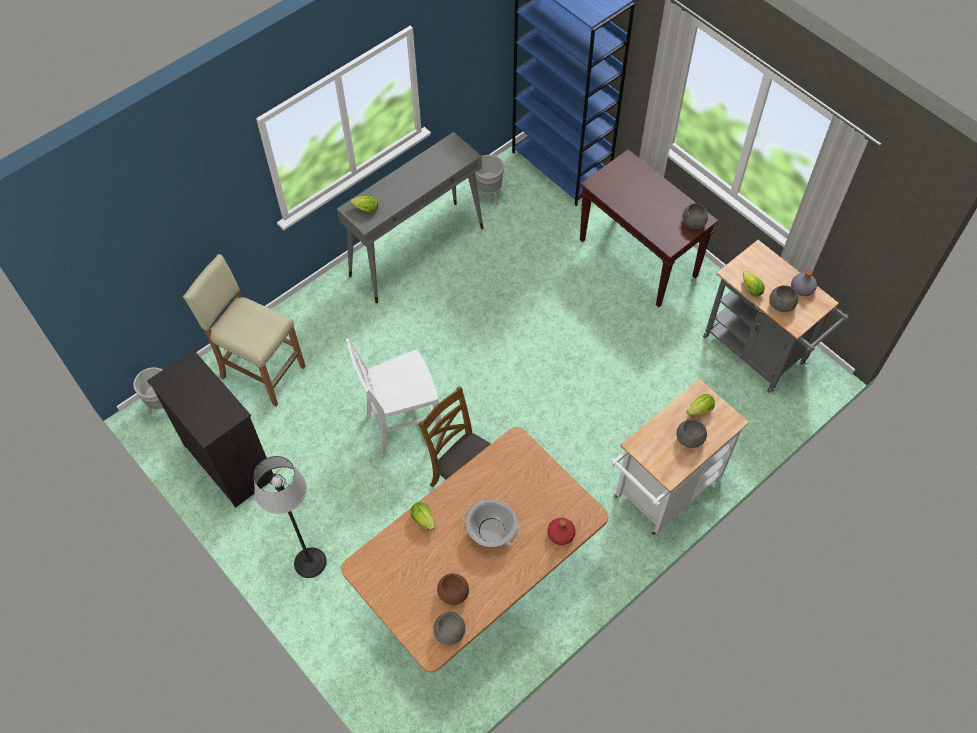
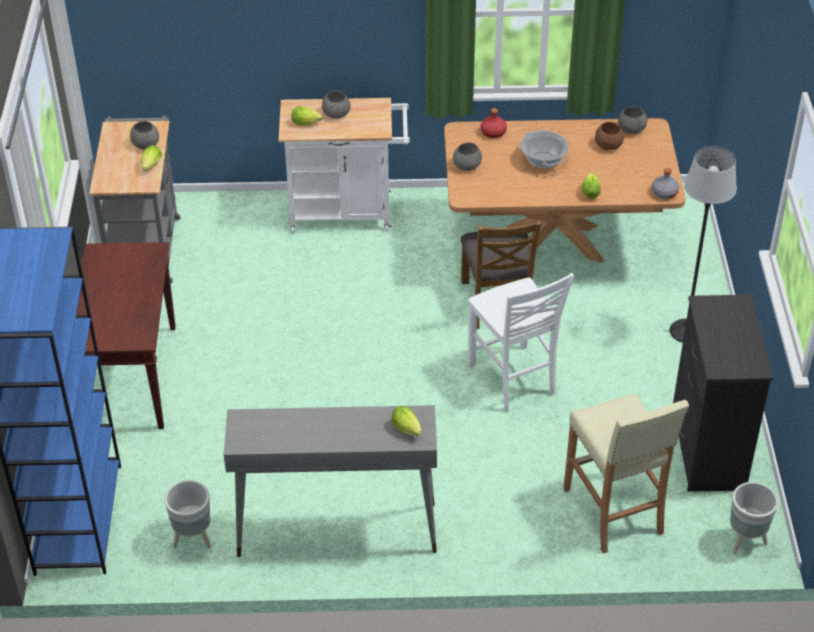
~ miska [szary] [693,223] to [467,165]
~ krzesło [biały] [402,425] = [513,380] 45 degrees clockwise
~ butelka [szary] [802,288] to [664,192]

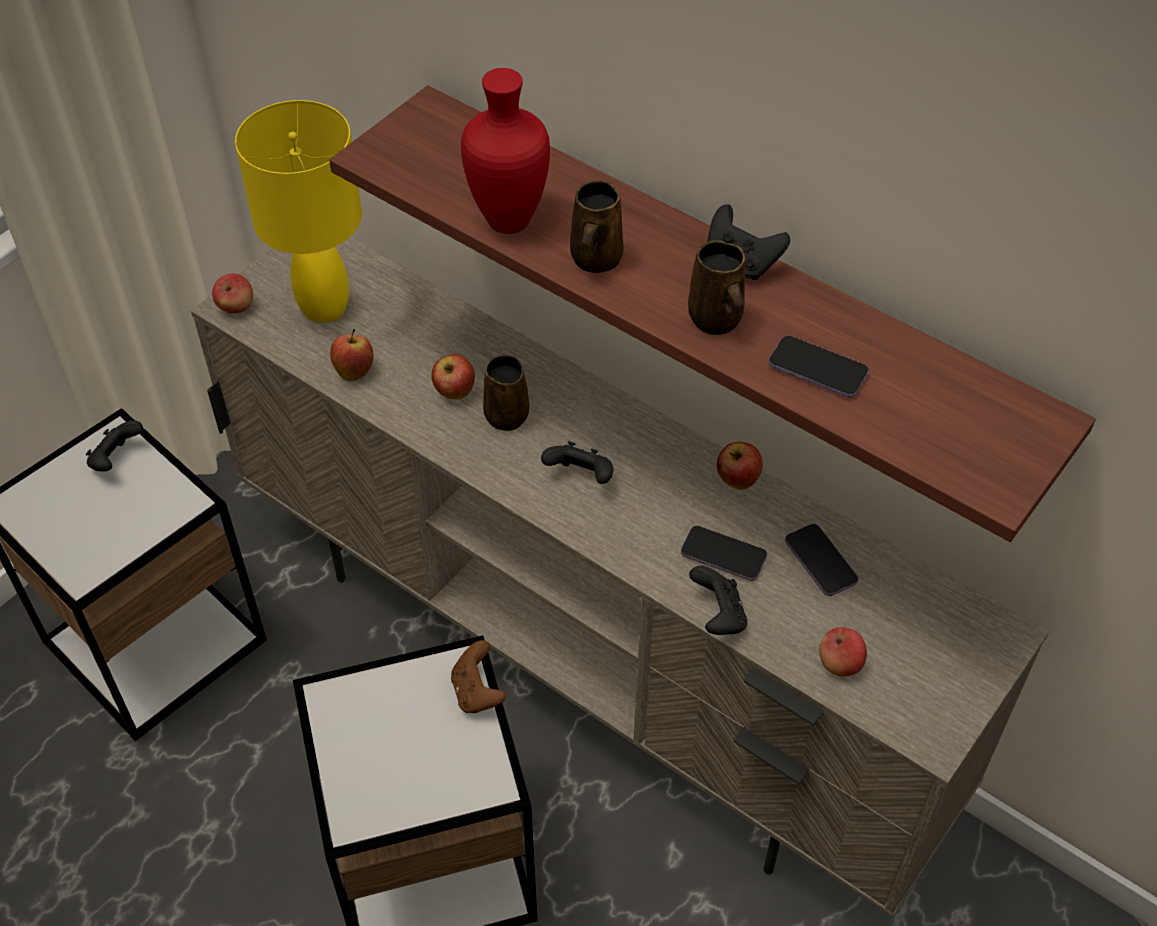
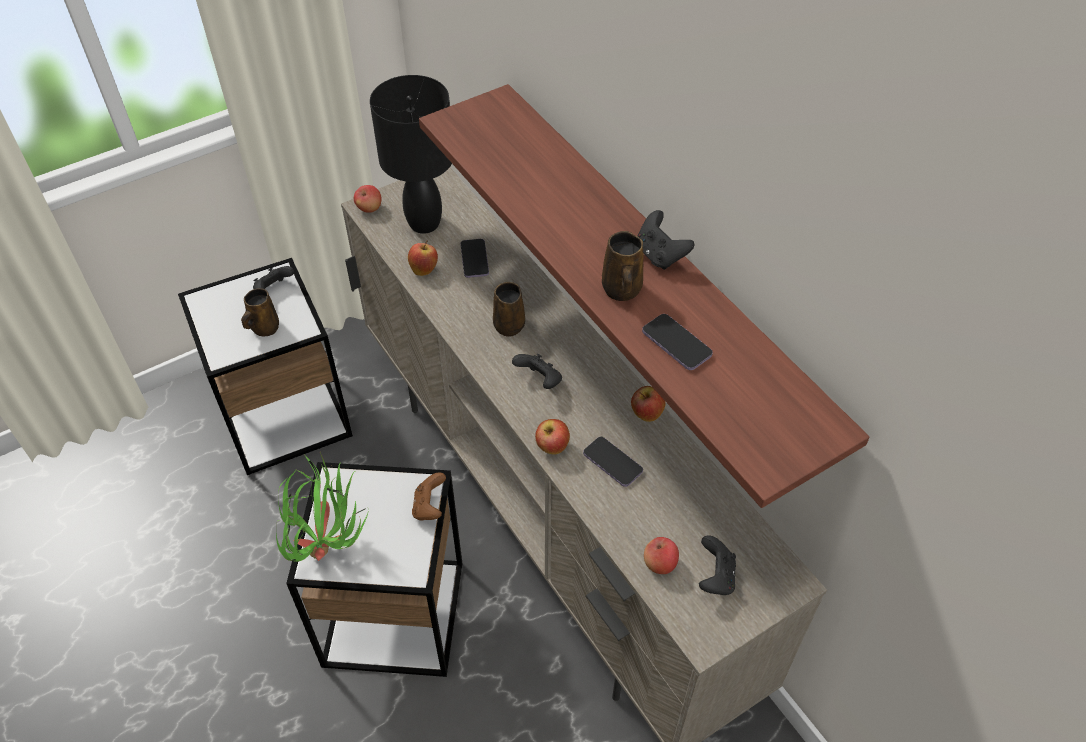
~ kubek [brązowy] [595,260] to [264,328]
+ roślina doniczkowa [331,544]
~ lampa stołowa [żółty] [322,308] to lampa stołowa [czarny] [423,223]
~ telefon [820,561] to [474,259]
~ jabłko [454,393] to [552,447]
~ pad do gier [czarny] [718,616] to [715,577]
- wazon [czerwony] [509,219]

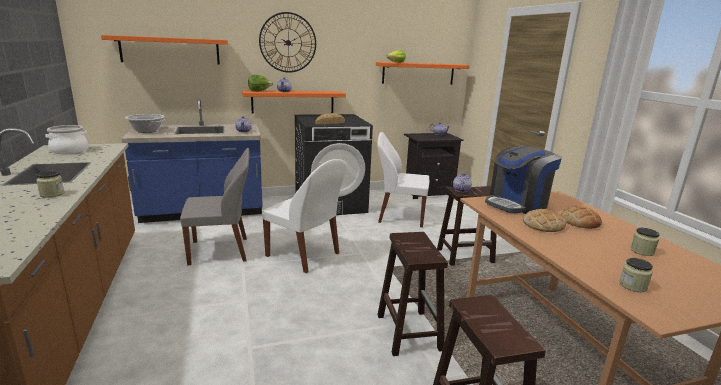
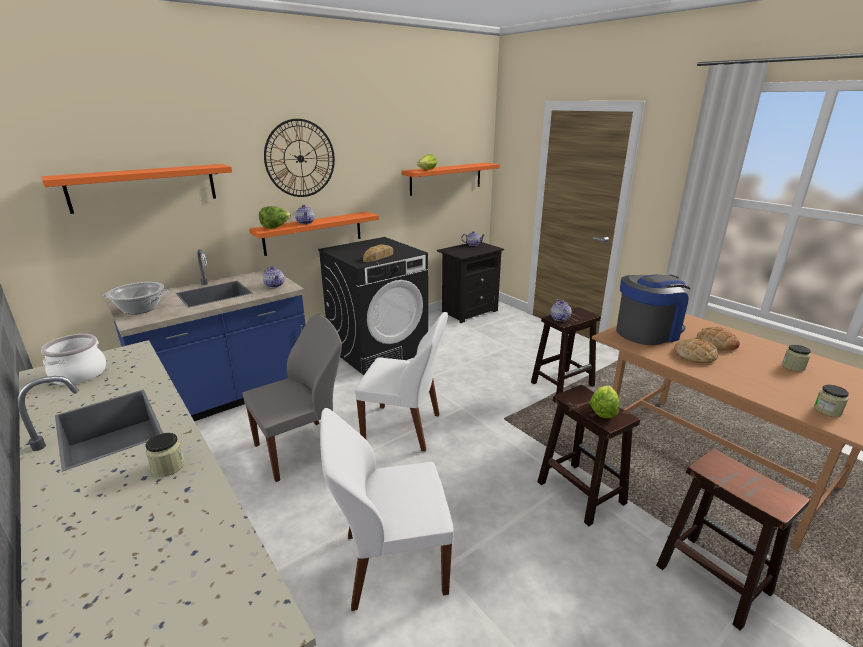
~ krzesło [biały] [400,217] to [391,563]
+ sałata [603,410]
~ ekspres do kawy [517,204] = [647,332] 150 degrees counterclockwise

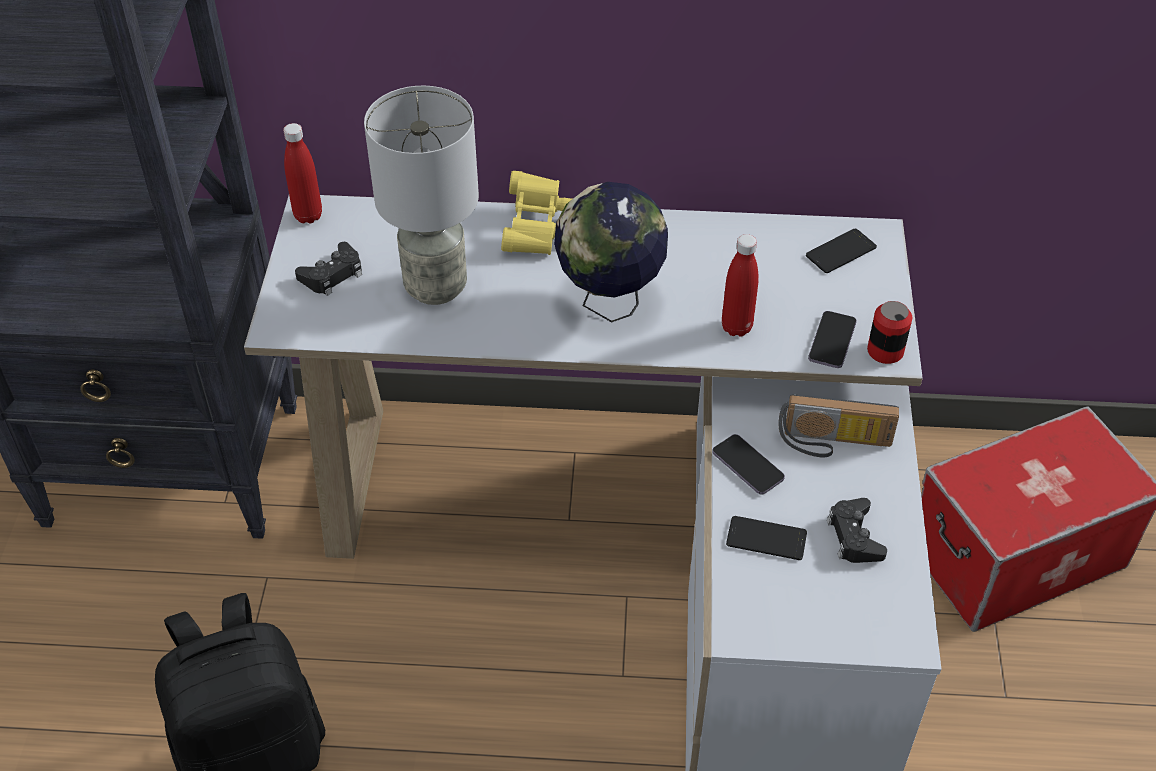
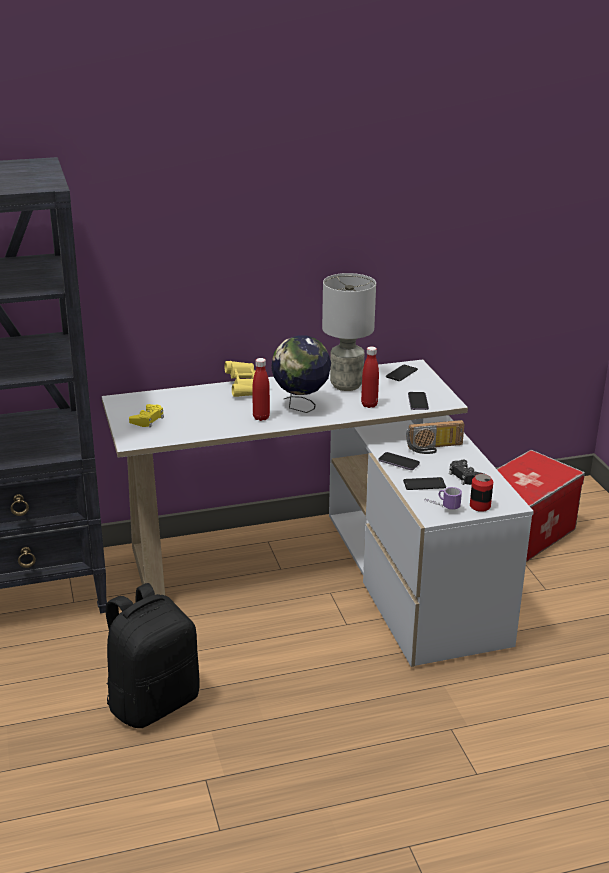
~ pad do gier [czarny] [332,275] to pad do gier [żółty] [147,419]
~ butelka [czerwony] [308,216] to [261,417]
~ lampa stołowa [szary] [434,286] to [345,385]
+ kubek [441,506]
~ puszka [885,351] to [480,506]

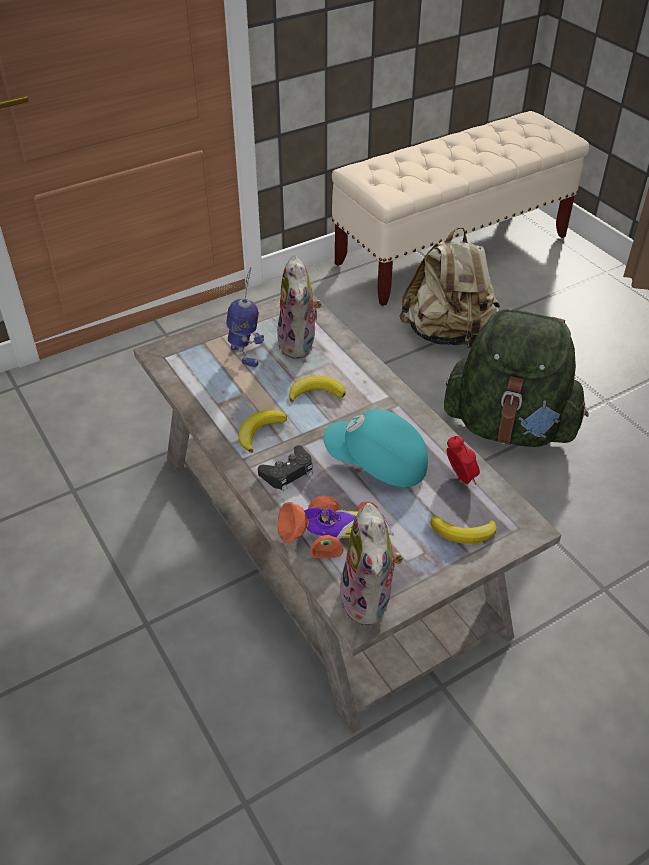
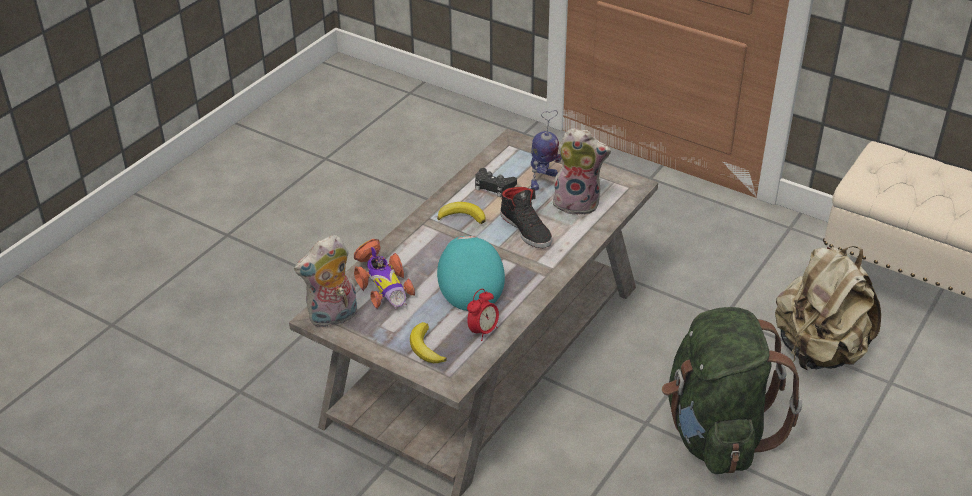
~ pad do gier [czarny] [288,473] to [493,186]
~ banan [316,392] to but [czarny] [526,229]
~ pluszak [300,345] = [578,203] 135 degrees counterclockwise

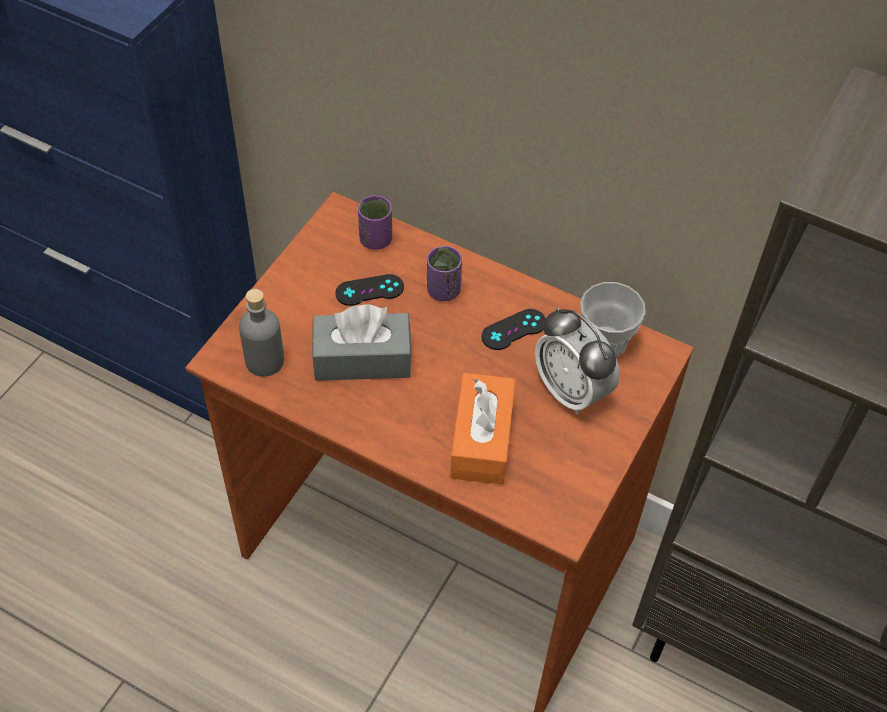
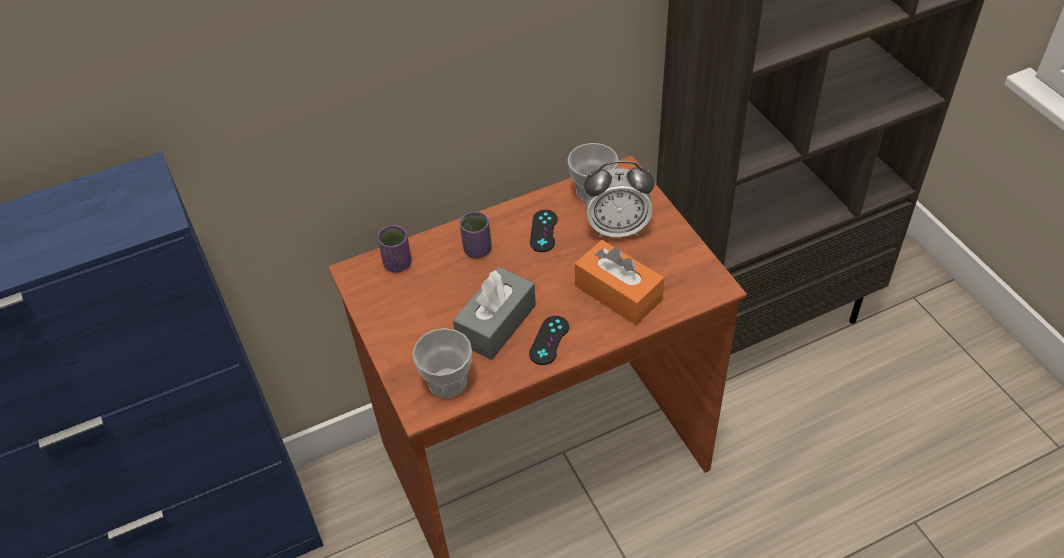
~ butelka [szary] [264,361] to filiżanka [447,382]
~ pad do gier [czarny] [369,290] to [549,340]

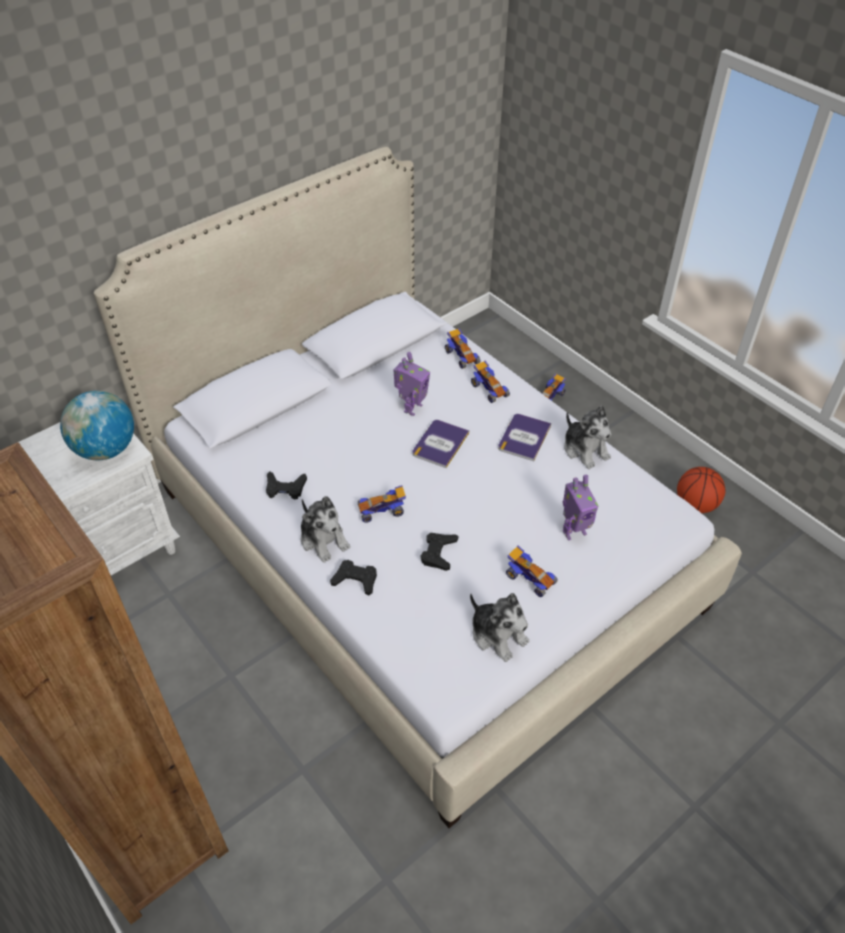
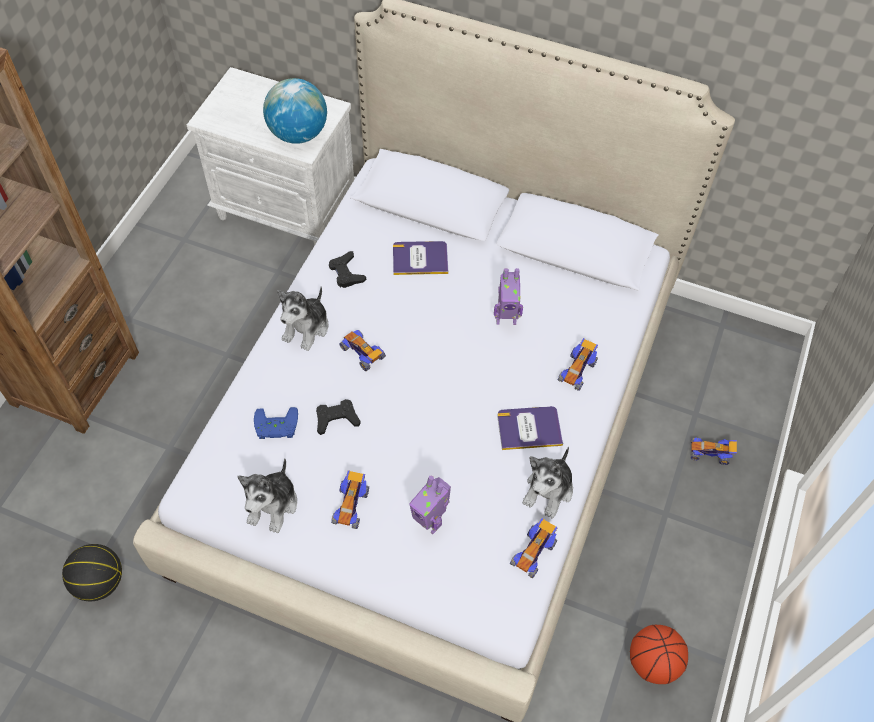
+ piłka do koszykówki [99,582]
+ pad do gier [niebieski] [276,427]
~ książka [440,444] to [420,259]
~ samochodzik [461,356] to [533,552]
- pad do gier [czarny] [355,580]

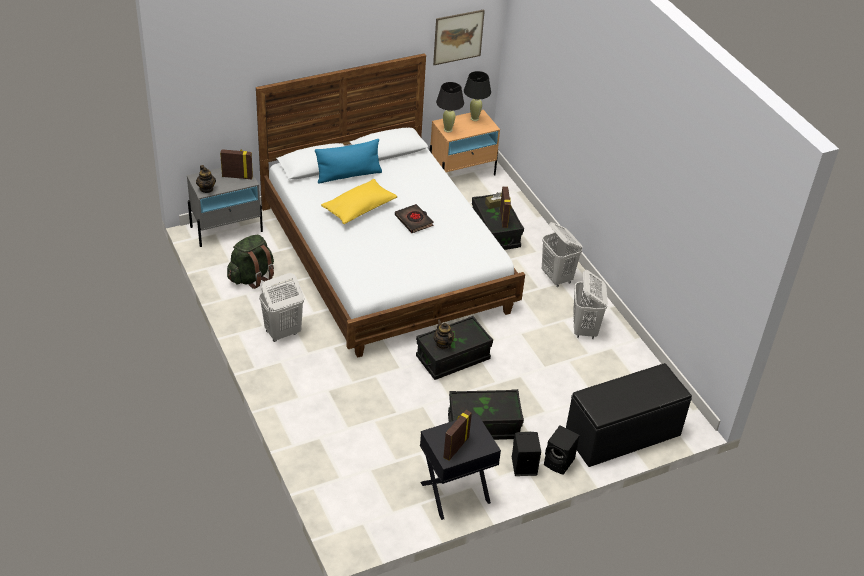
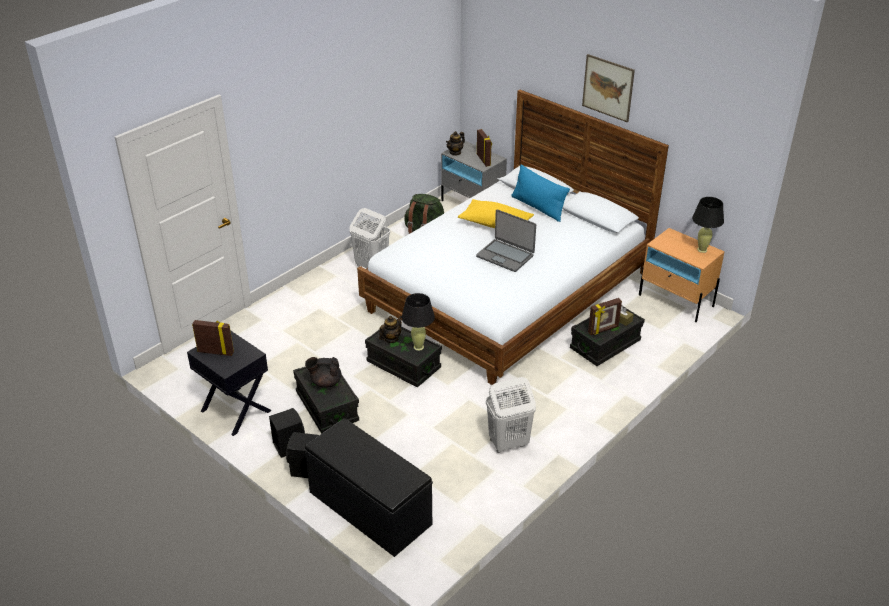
+ imbryk [czarny] [325,382]
~ lampa stołowa [czarny] [448,129] to [418,347]
~ książka [czarny] [414,221] to laptop [505,256]
~ obraz [458,37] to [608,88]
- kosz na pranie [biały] [557,278]

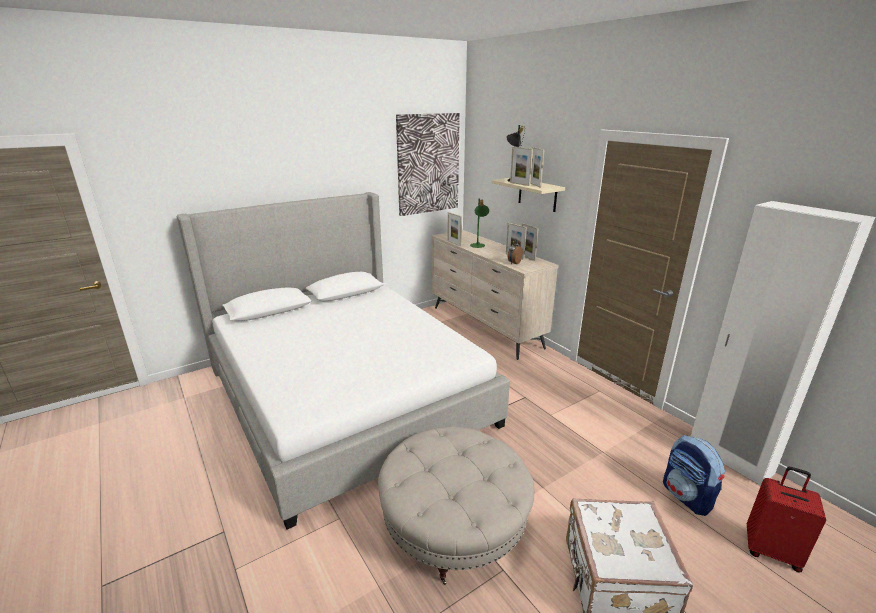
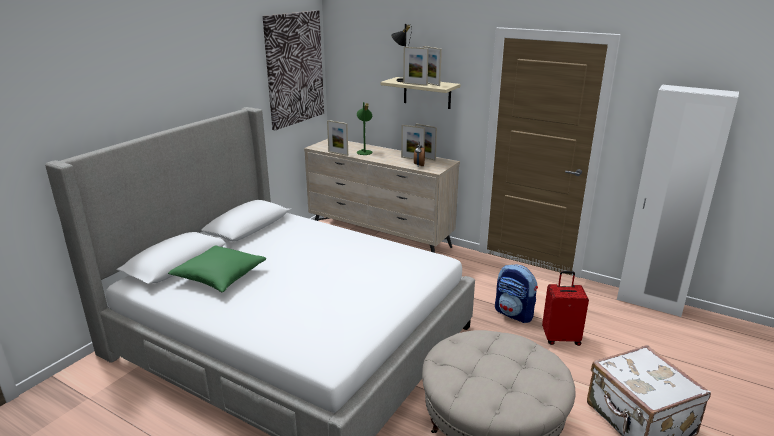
+ poduszka [zielony] [220,277]
~ plecak [687,497] to [514,314]
~ walizka [czerwony] [771,551] to [560,338]

